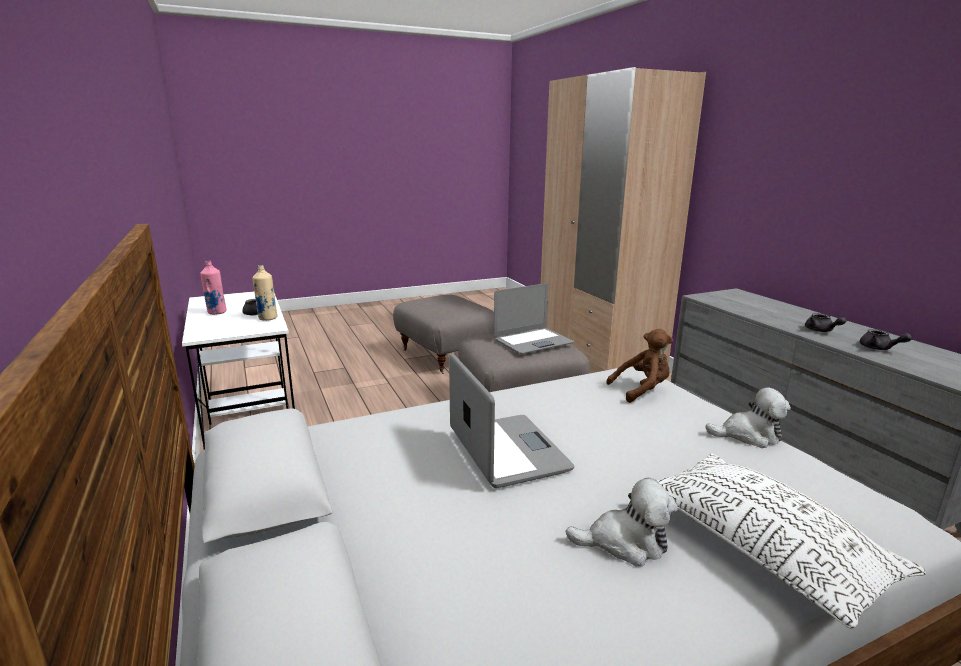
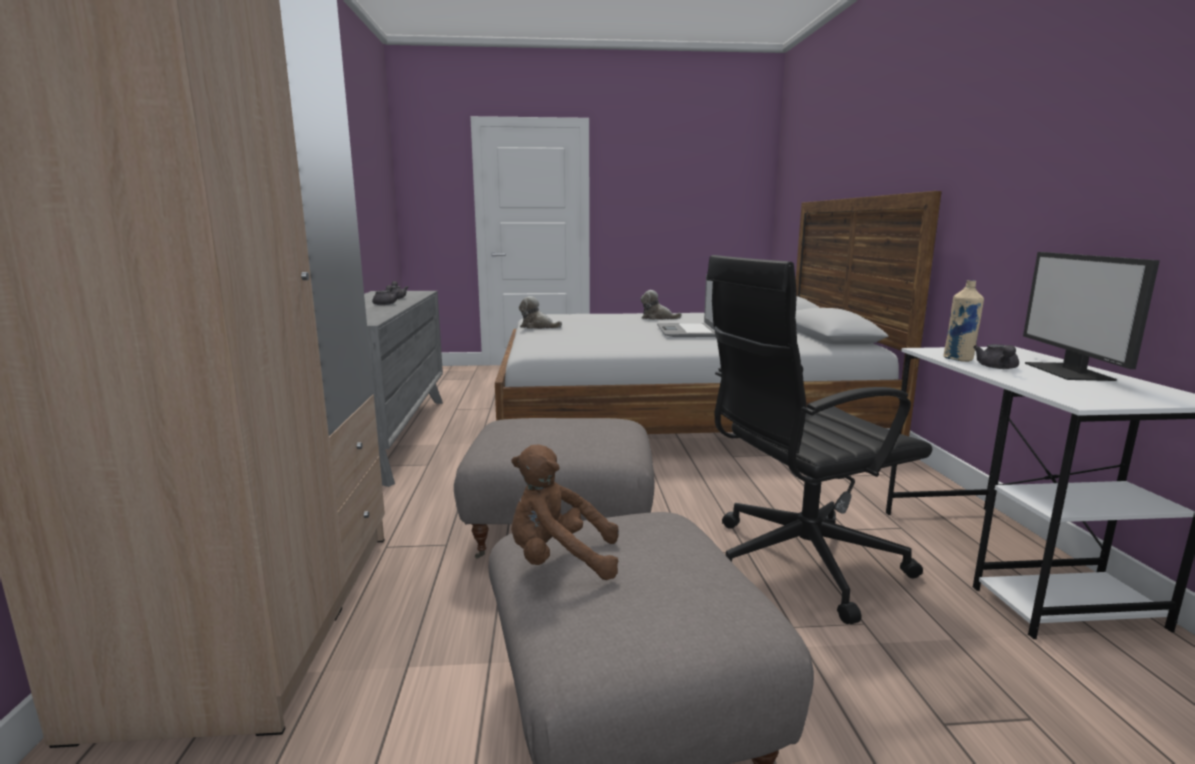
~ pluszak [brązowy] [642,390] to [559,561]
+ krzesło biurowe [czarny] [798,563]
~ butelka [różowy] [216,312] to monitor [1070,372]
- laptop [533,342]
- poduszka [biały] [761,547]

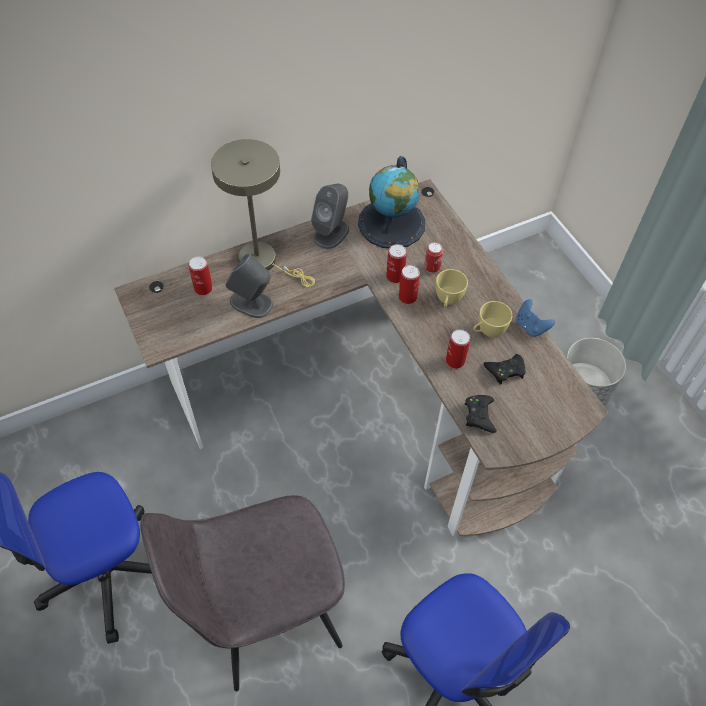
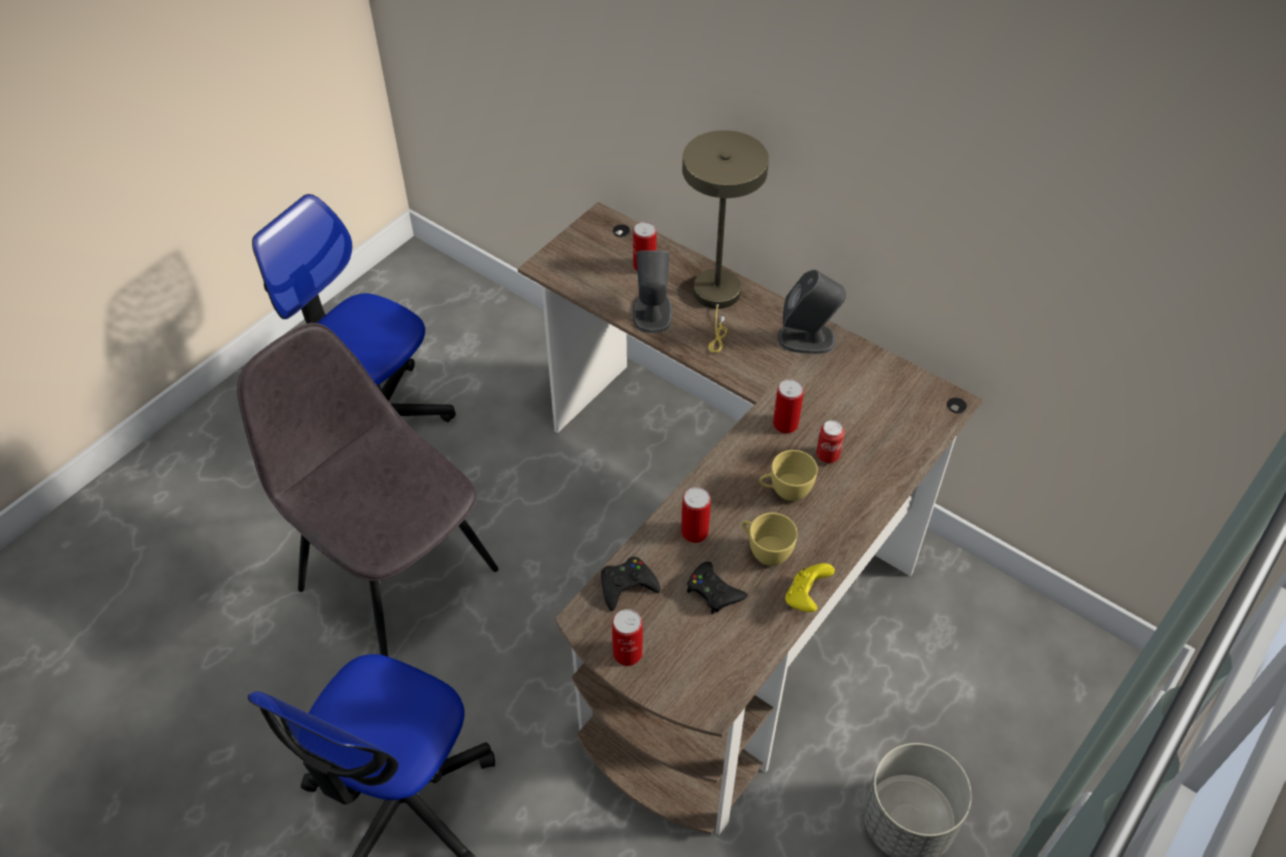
~ puszka [407,297] to [627,653]
~ pad do gier [niebieski] [530,326] to pad do gier [żółty] [806,597]
- globus [392,223]

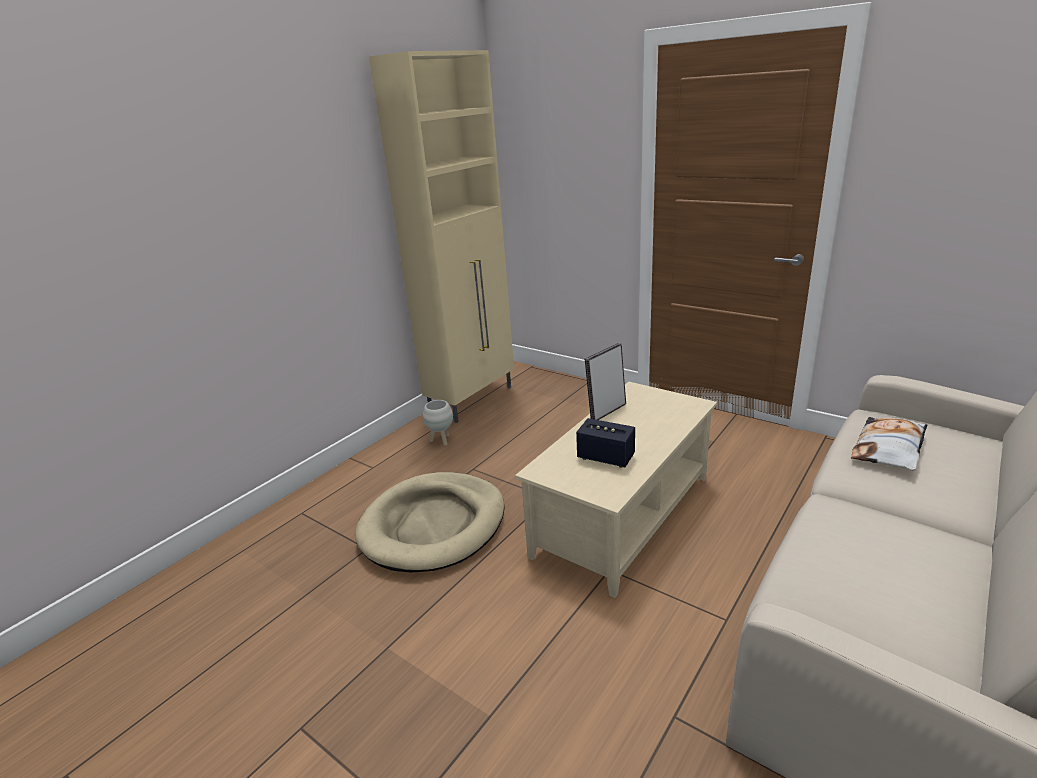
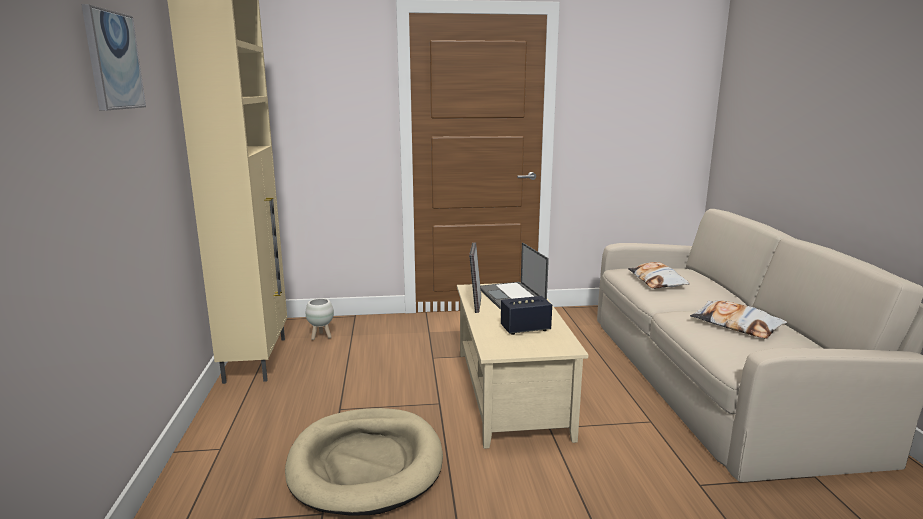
+ obraz [113,60]
~ donica [biały] [441,440] to [321,337]
+ laptop [512,296]
+ poduszka [736,325]

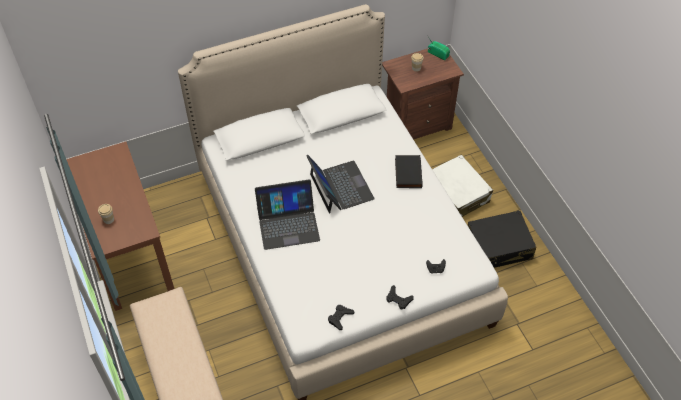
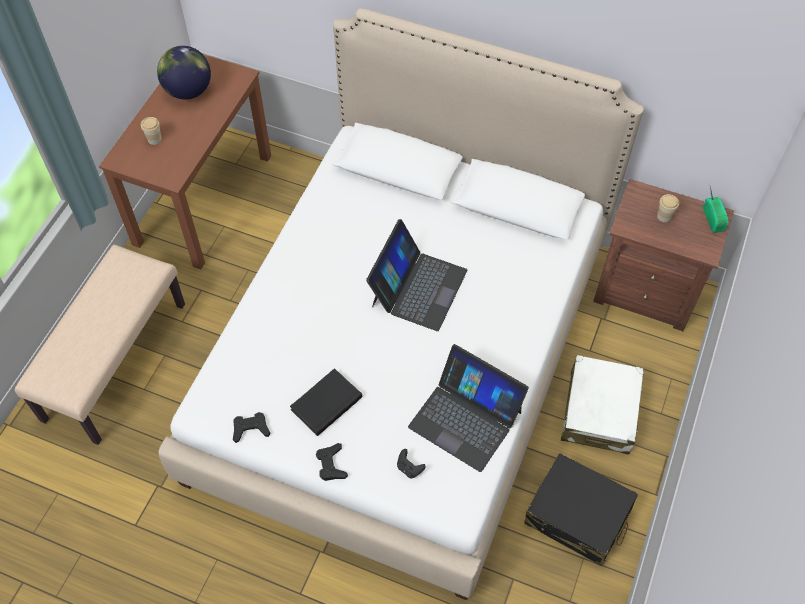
+ globus [188,91]
~ książka [czarny] [407,173] to [325,402]
~ laptop [288,224] to [465,418]

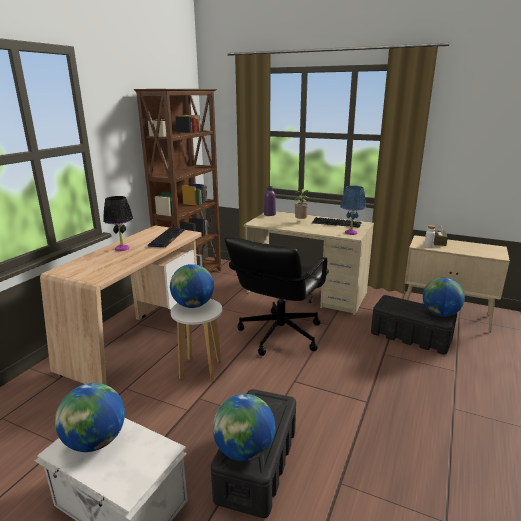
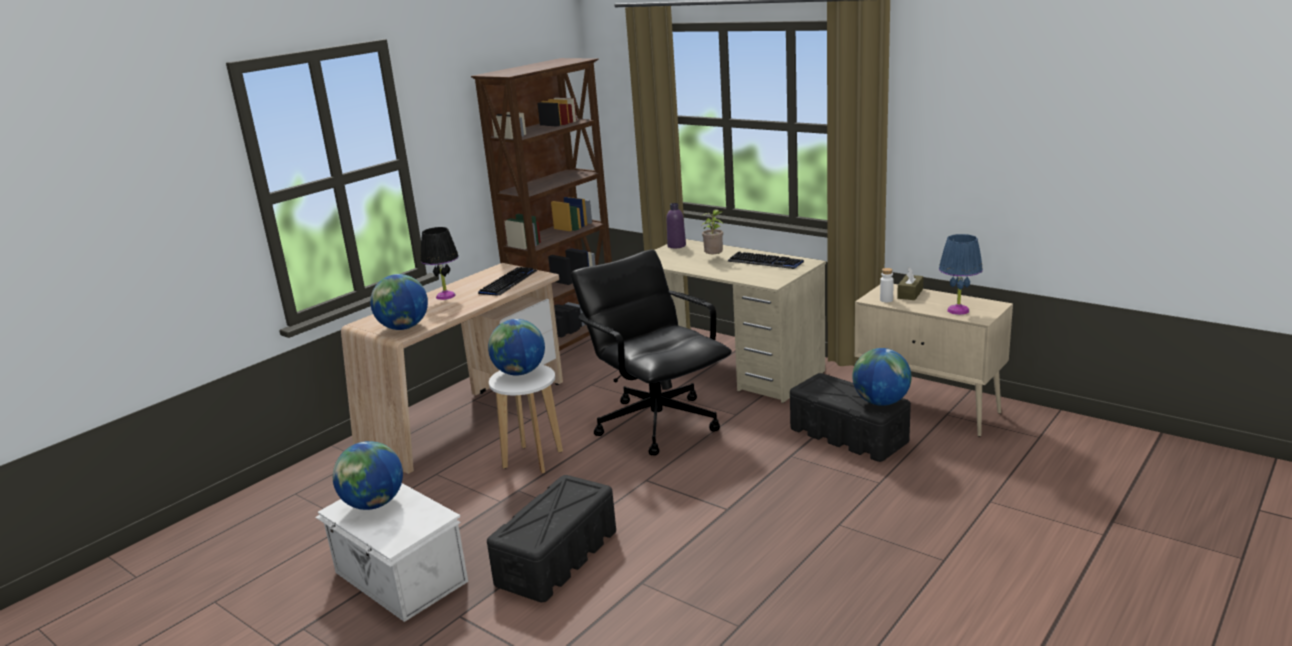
~ globus [244,450] to [403,328]
~ krzesło biurowe [czarny] [279,334] = [657,423] 105 degrees clockwise
~ lampa stołowa [niebieski] [351,233] to [958,310]

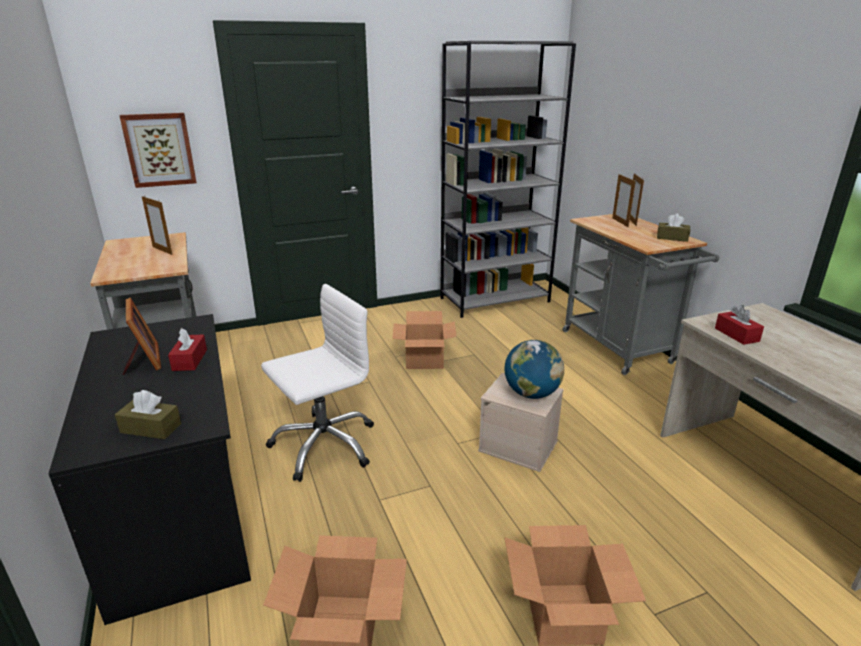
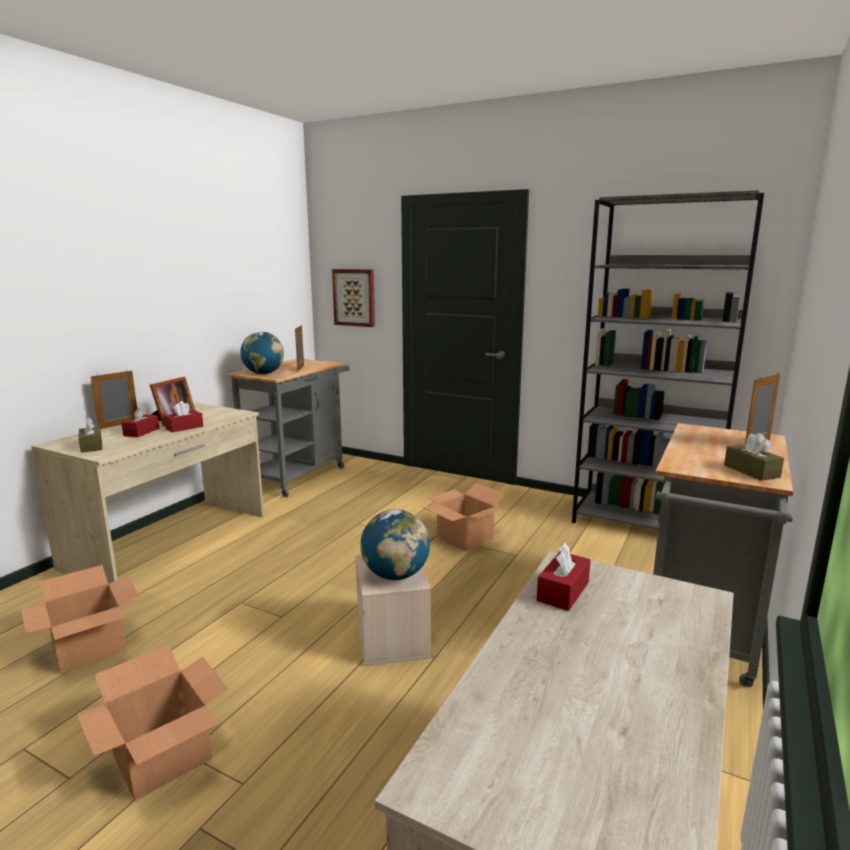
~ biurko [czarny] [182,507] to biurko [beżowy] [170,541]
~ ramka na zdjęcie [620,222] to [119,425]
+ pudełko chusteczek [czerwony] [141,432]
+ globus [263,373]
- krzesło biurowe [biały] [324,444]

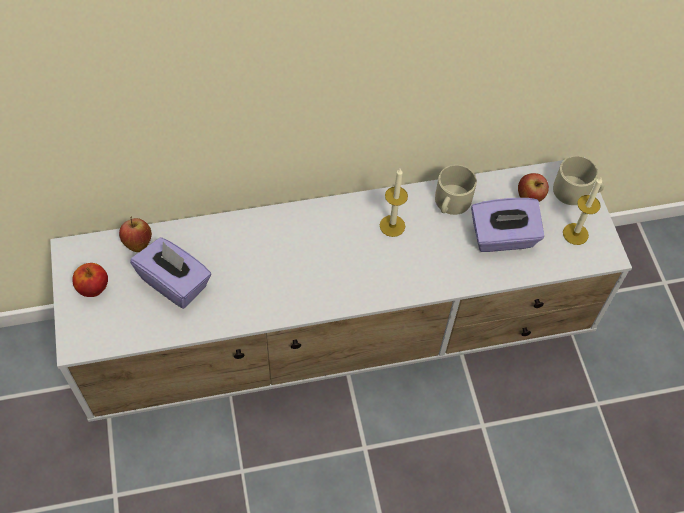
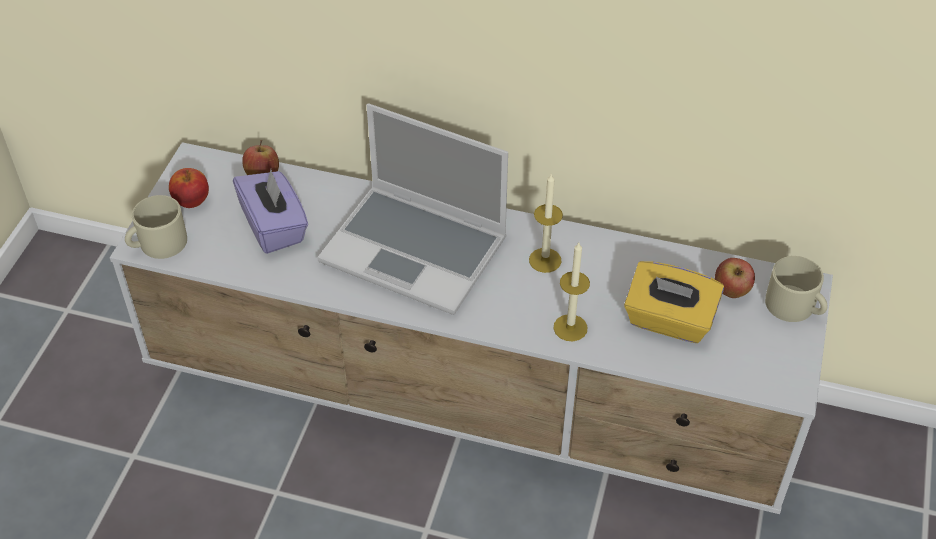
~ kubek [beżowy] [450,203] to [157,244]
+ laptop [417,250]
~ świeca [575,234] to [570,328]
~ pudełko chusteczek [fioletowy] [502,238] to pudełko chusteczek [żółty] [668,321]

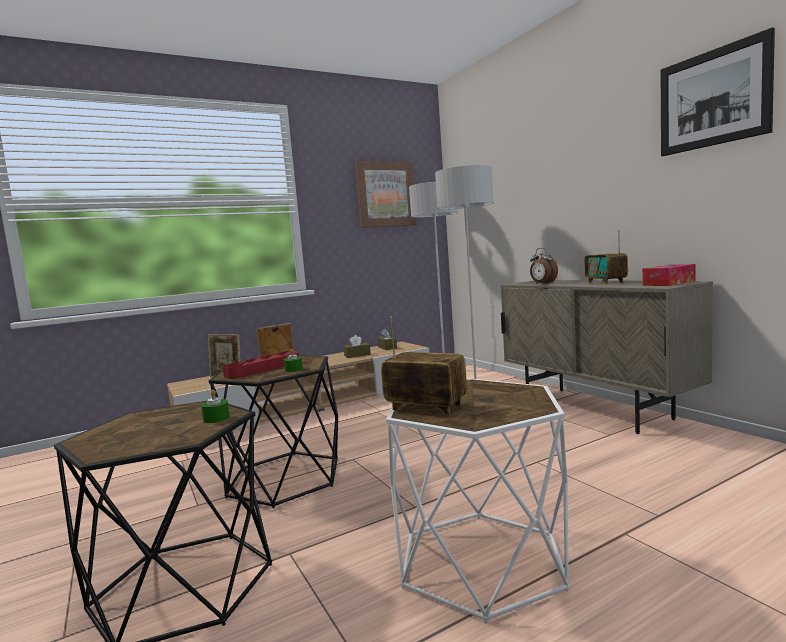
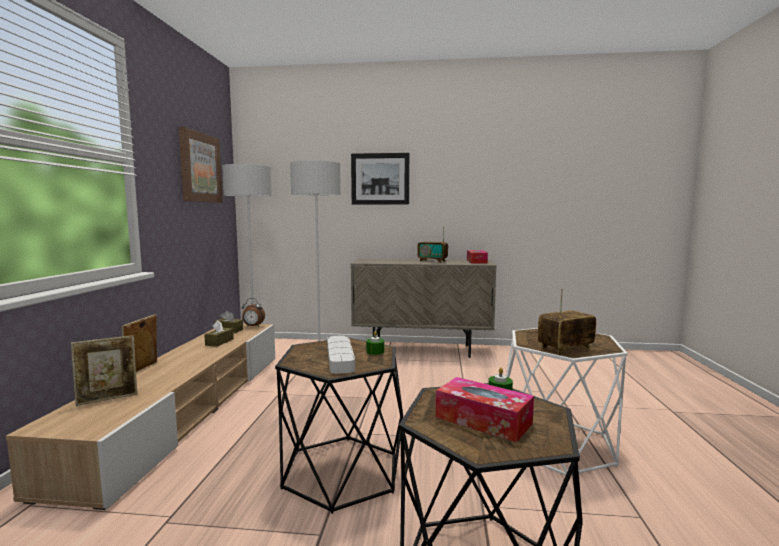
~ budzik [543,284] to [253,326]
~ taca [czerwony] [263,369] to taca [szary] [340,358]
~ obraz [713,98] to [380,179]
+ pudełko chusteczek [483,420]

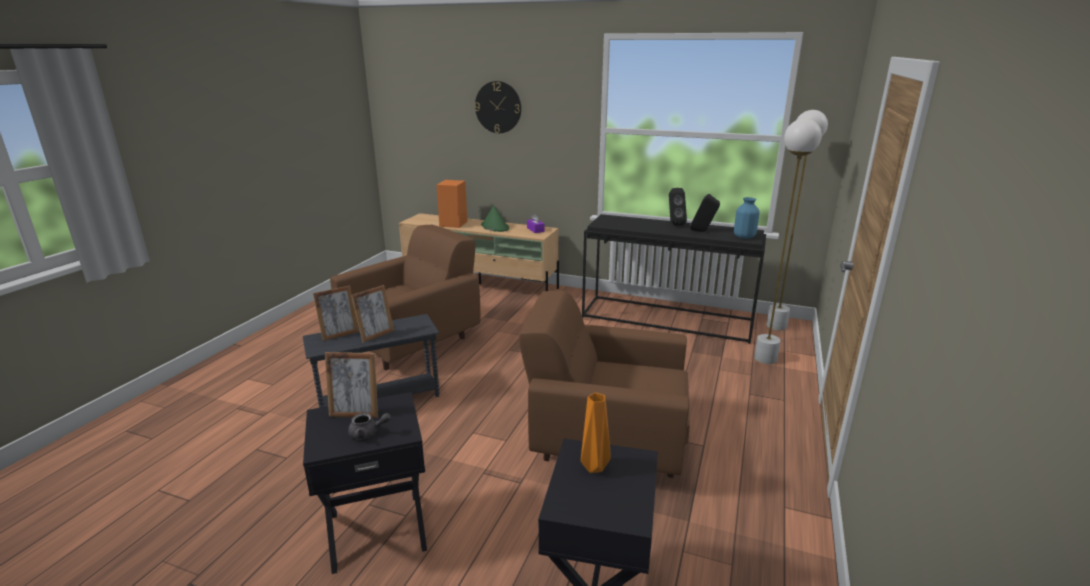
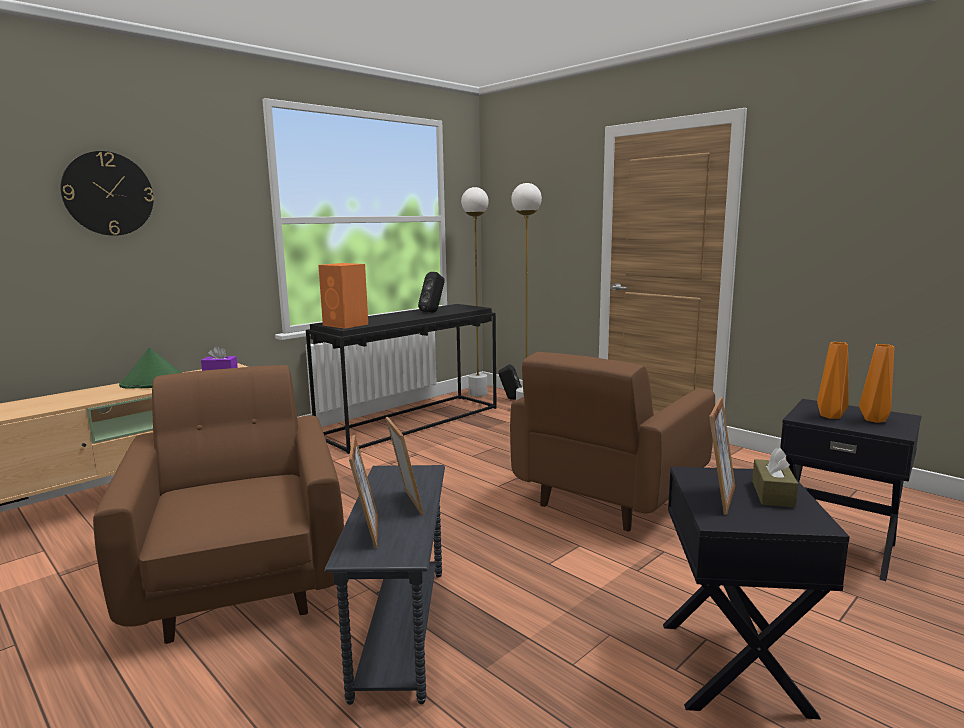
~ głośnik [pomarańczowy] [453,224] to [346,325]
~ głośnik [czarny] [674,224] to [510,399]
~ imbryk [szary] [368,433] to pudełko chusteczek [brązowy] [773,494]
+ wazon [pomarańczowy] [874,420]
- wazon [niebieski] [744,237]

